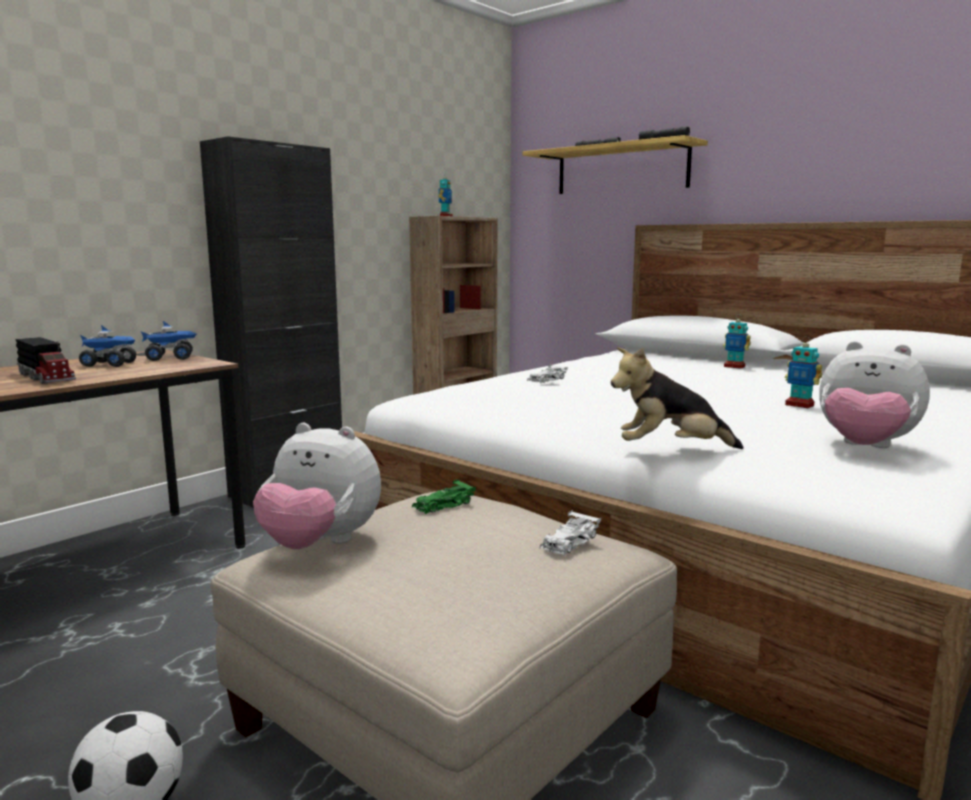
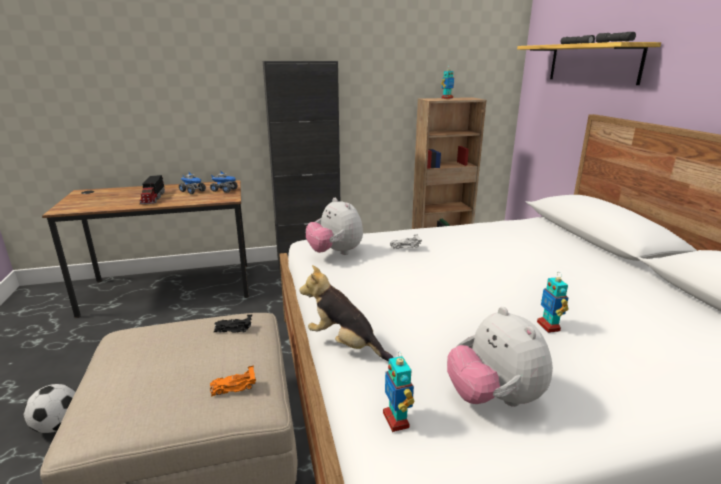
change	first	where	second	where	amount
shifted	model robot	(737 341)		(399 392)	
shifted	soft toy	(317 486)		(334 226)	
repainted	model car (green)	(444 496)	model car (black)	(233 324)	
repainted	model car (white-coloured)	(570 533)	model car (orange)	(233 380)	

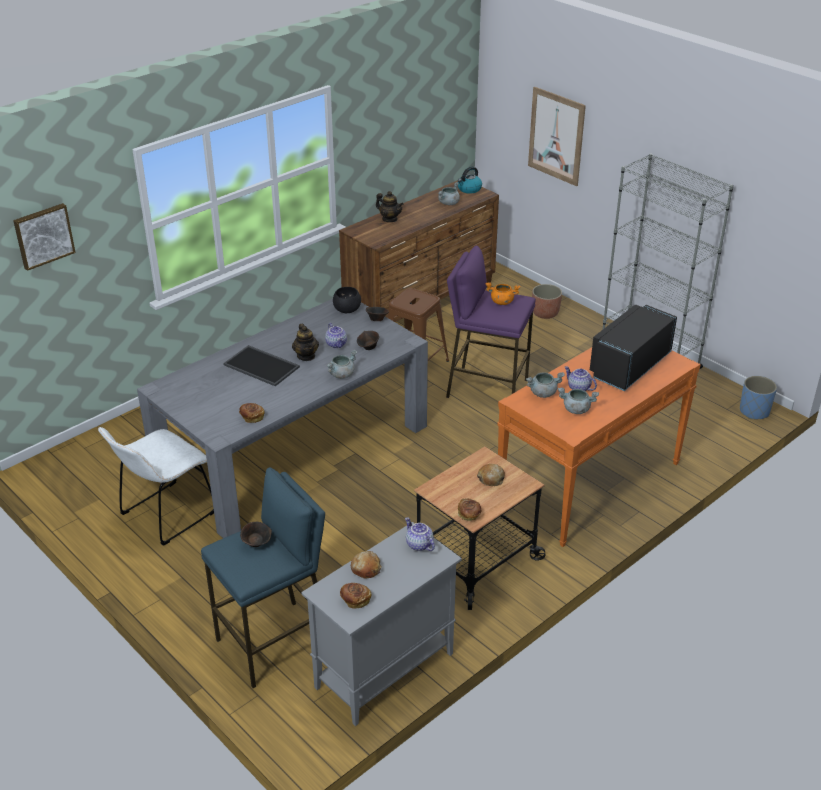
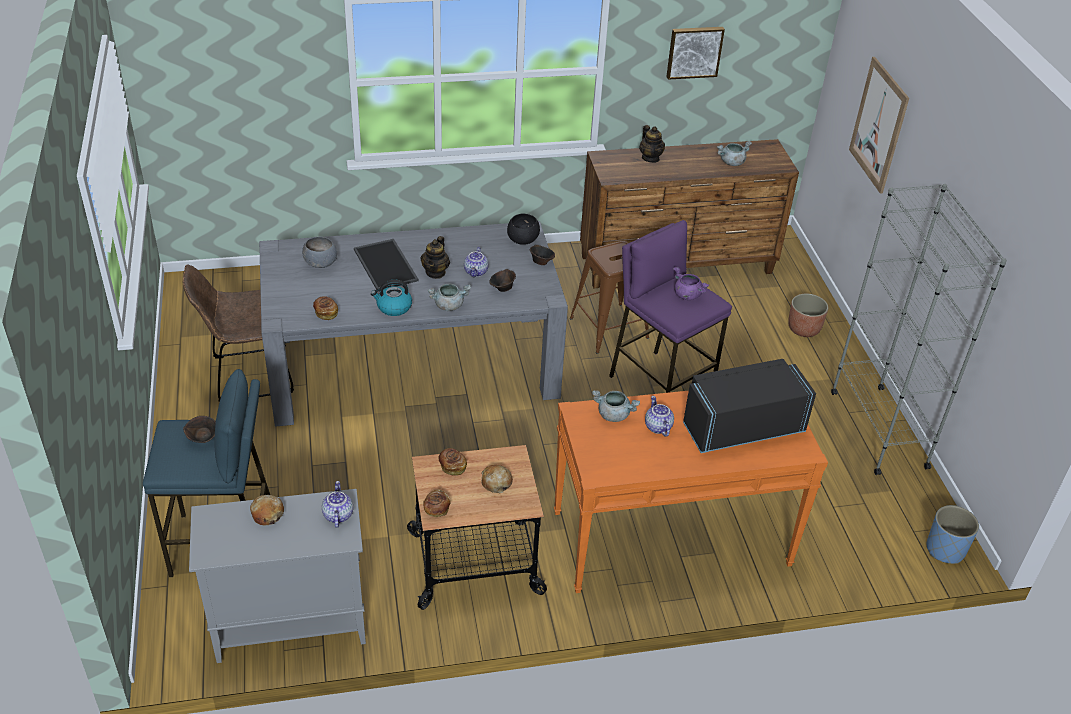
change	first	where	second	where	amount
shifted	tea kettle	(469 180)		(391 298)	
shifted	wall art	(44 237)		(695 53)	
repainted	cooking pot (orange)	(503 293)	cooking pot (purple)	(691 283)	
gone	cooking pot (greyish)	(578 400)			
repainted	chair (white-coloured)	(156 486)	chair (brown-coloured)	(238 333)	
shifted	bakery bread	(356 595)		(452 462)	
new			bowl (greyish)	(319 252)	

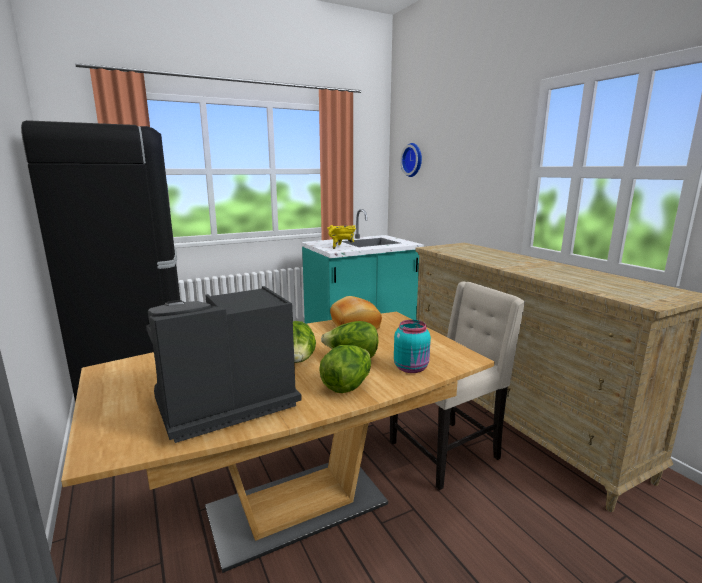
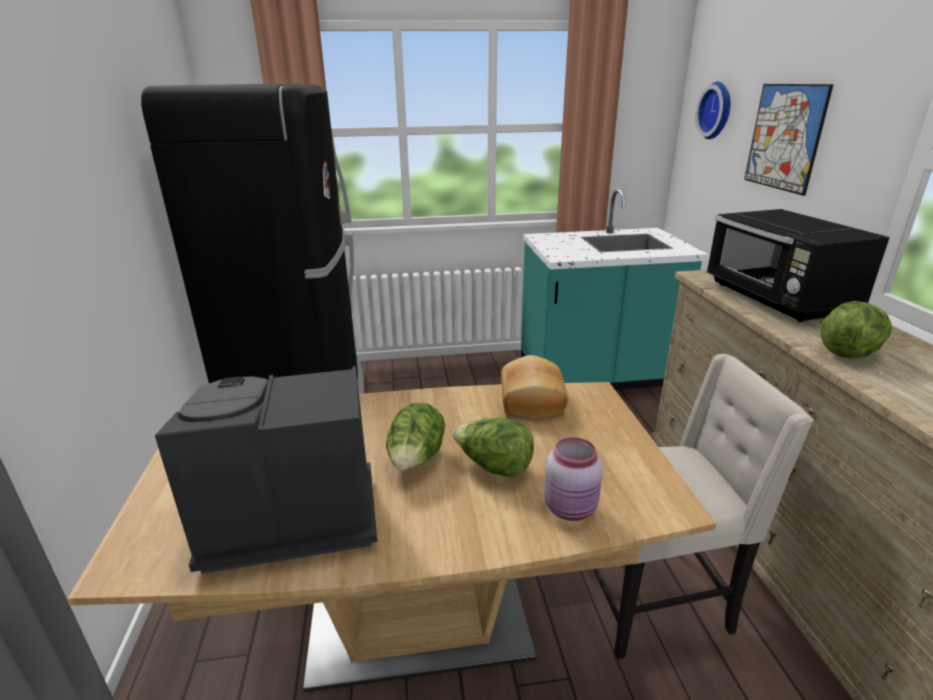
change	first	where	second	where	amount
gone	cooking pot (yellow)	(341 237)			
repainted	storage jar (turquoise-coloured)	(412 346)	storage jar (pinkish)	(573 479)	
shifted	head of lettuce	(345 369)		(856 329)	
new			wall art	(789 140)	
new			microwave (black)	(798 265)	

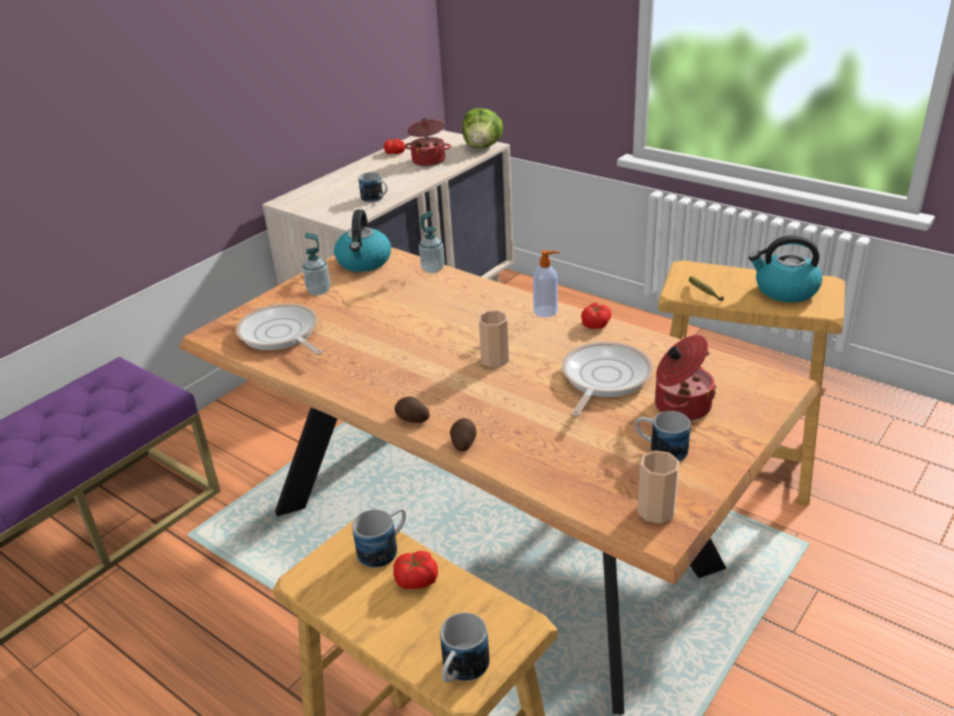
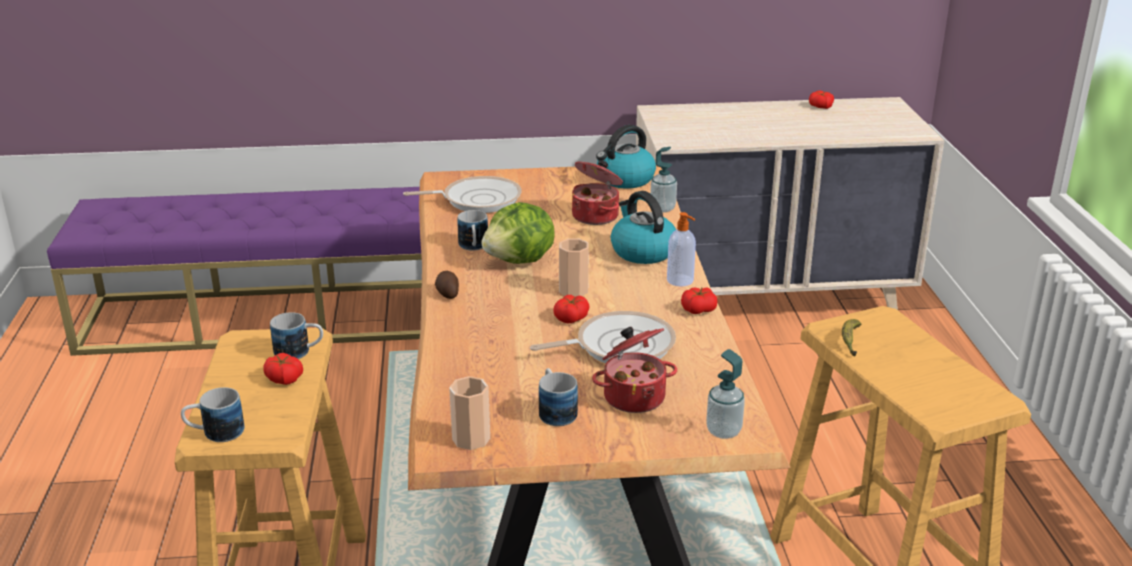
change	first	where	second	where	amount
shifted	head of lettuce	(483 128)		(518 233)	
shifted	cooking pot	(427 142)		(597 192)	
shifted	tea mug	(373 187)		(472 230)	
shifted	soap bottle	(316 264)		(725 394)	
shifted	tea kettle	(785 269)		(643 227)	
rotated	frying pan	(279 329)		(462 194)	75 degrees clockwise
gone	whole potato	(463 435)			
new			tomato	(571 309)	

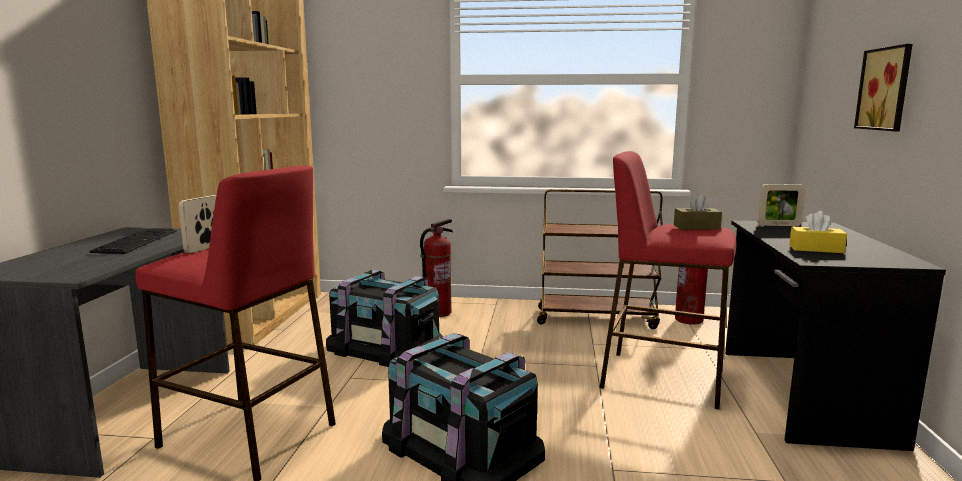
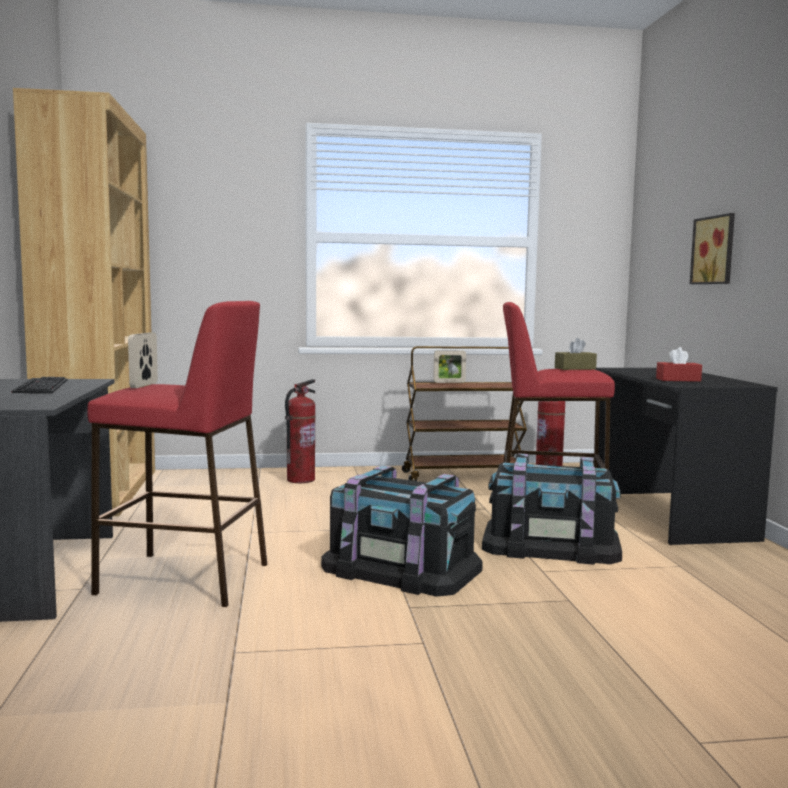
change	first	where	second	where	amount
shifted	photo frame	(781 205)		(449 366)	
repainted	box of tissues (yellow)	(818 232)	box of tissues (red)	(679 364)	
shifted	storage box (black)	(384 318)		(552 509)	

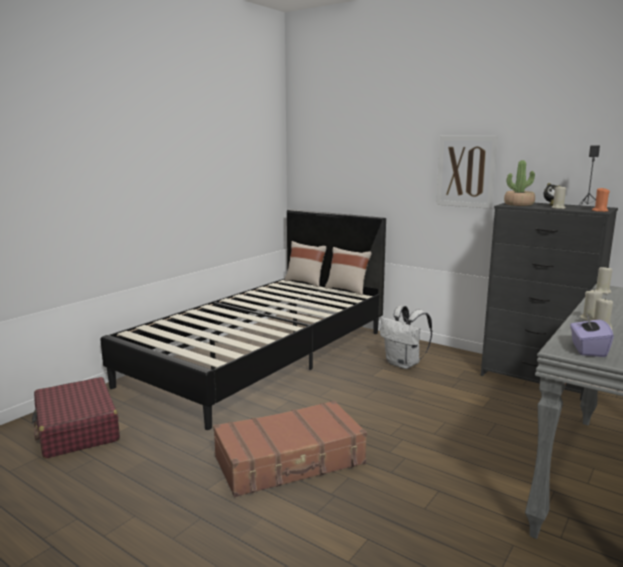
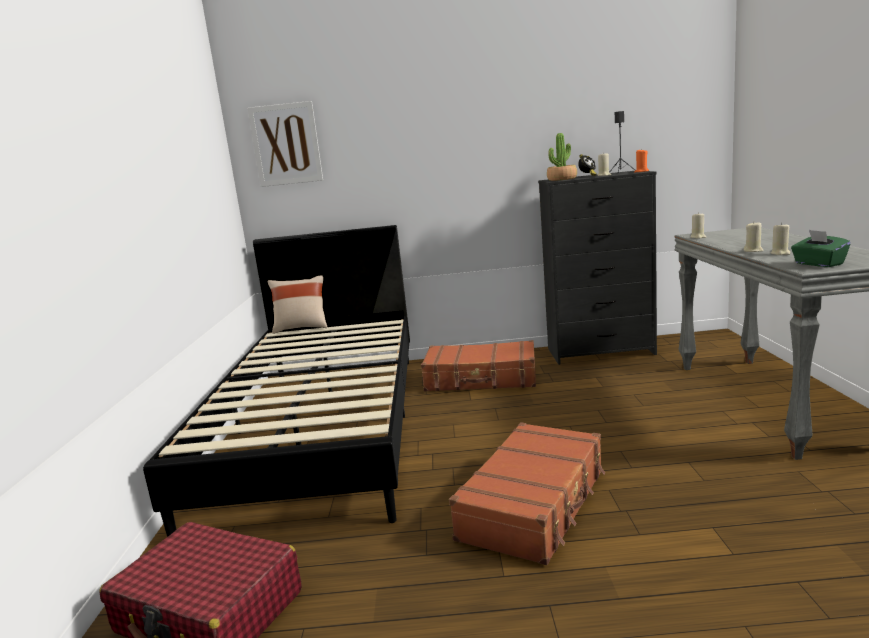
change	first	where	second	where	amount
shifted	wall art	(467 172)		(285 144)	
gone	throw pillow (beige)	(348 271)			
swapped	knapsack (white-coloured)	(406 337)	suitcase (brown-coloured)	(478 365)	
repainted	box of tissues (purple)	(592 335)	box of tissues (green)	(821 248)	

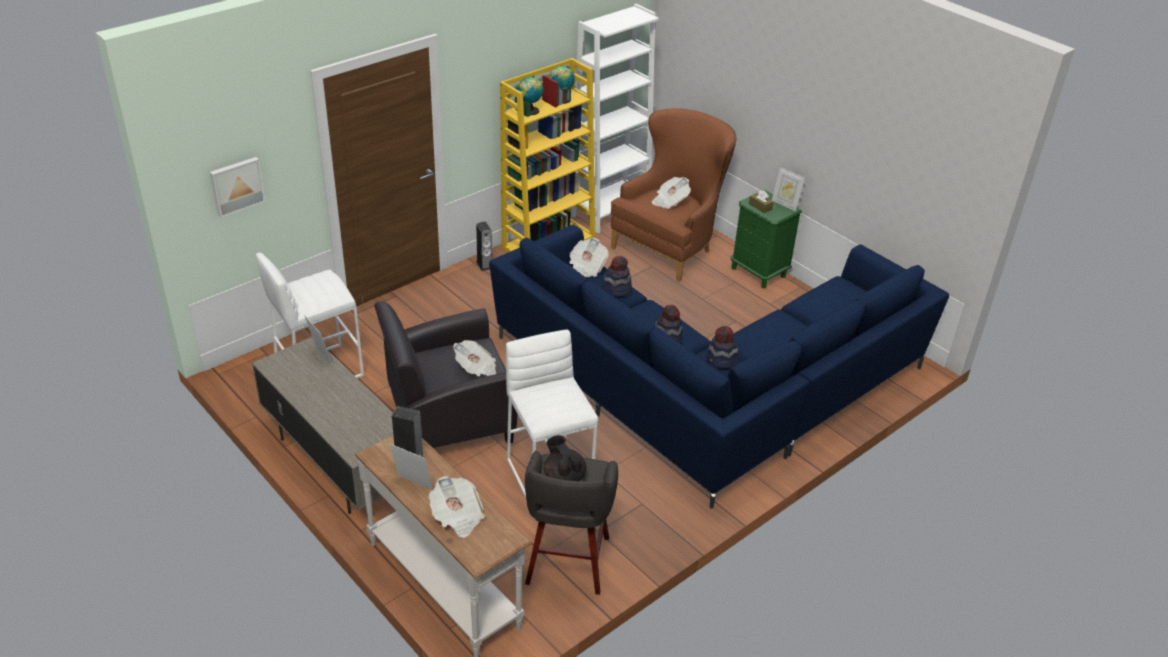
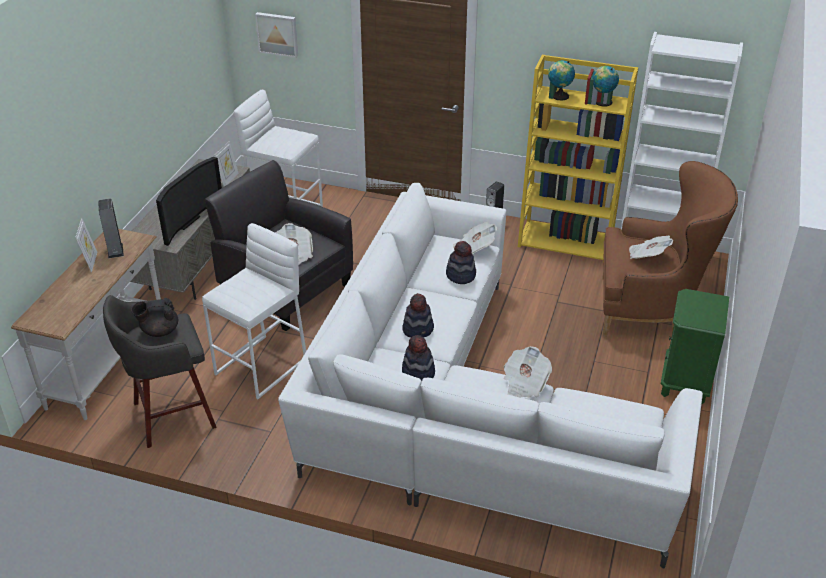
change	first	where	second	where	amount
gone	photo frame	(788 189)			
gone	box of tissues (brown-coloured)	(761 201)			
repainted	sofa (blue)	(719 366)	sofa (white-coloured)	(490 375)	
rotated	pot for tea (black)	(565 458)		(154 317)	135 degrees counterclockwise
shifted	daily paper	(457 507)		(527 372)	
new			TV set	(189 201)	

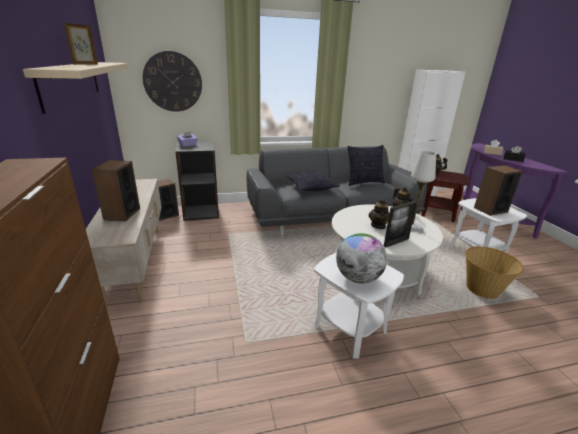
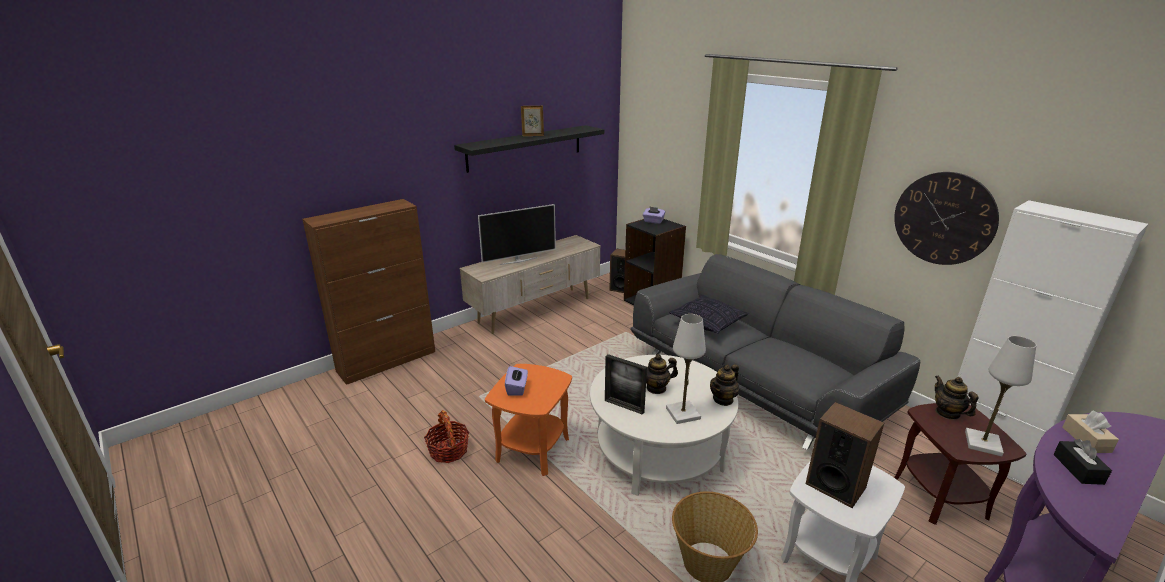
change	first	where	second	where	amount
shifted	wall clock	(172 81)		(946 218)	
repainted	shelf (beige)	(75 88)	shelf (black)	(529 149)	
gone	throw pillow	(366 165)			
swapped	loudspeaker	(115 190)	TV set	(517 234)	
swapped	globe	(361 258)	box of tissues (purple)	(516 381)	
repainted	end table (white-coloured)	(359 305)	end table (orange)	(528 420)	
new			lamp for a table (white-coloured)	(1000 396)	
new			basket	(446 436)	

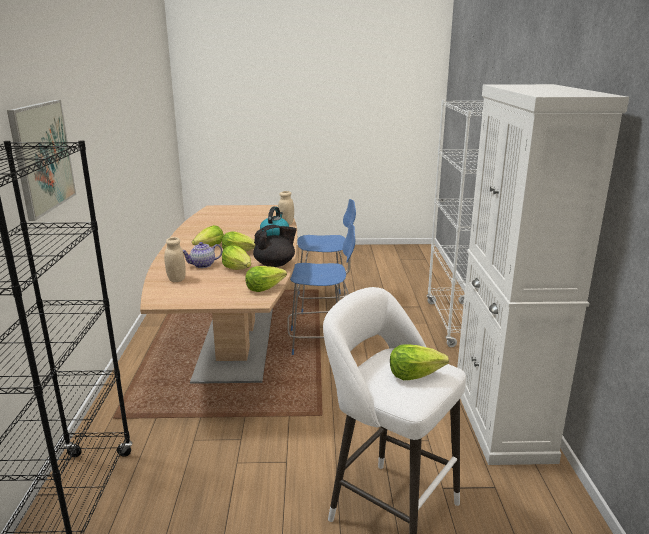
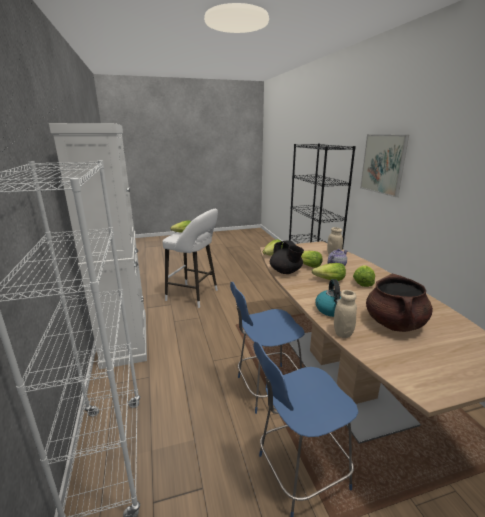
change	first	where	second	where	amount
rotated	pot for tea (black)	(275 246)		(287 257)	75 degrees counterclockwise
new			cooking pot (brown-coloured)	(399 303)	

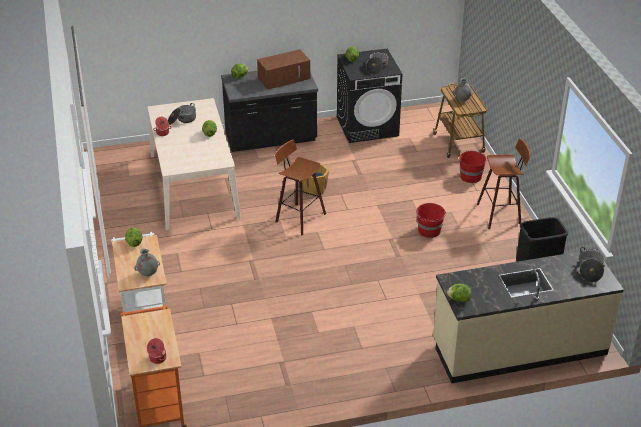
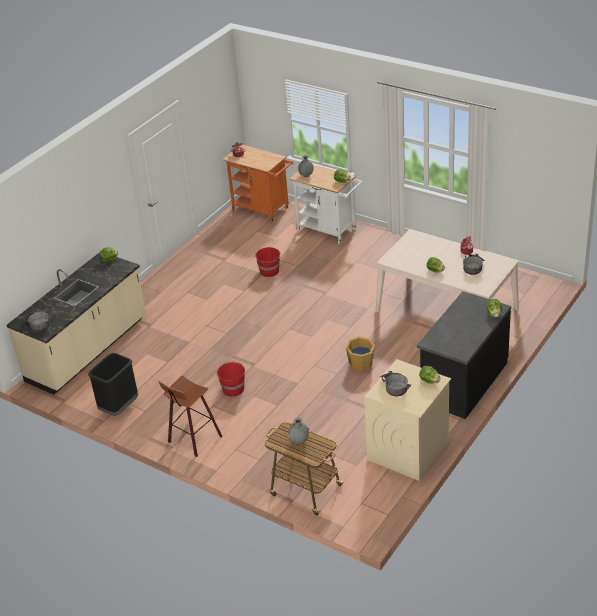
change	first	where	second	where	amount
gone	microwave (brown-coloured)	(283 69)			
repainted	washing machine (black)	(369 96)	washing machine (beige)	(407 420)	
gone	sitting stool	(300 188)			
shifted	pail (red)	(473 166)		(268 262)	

